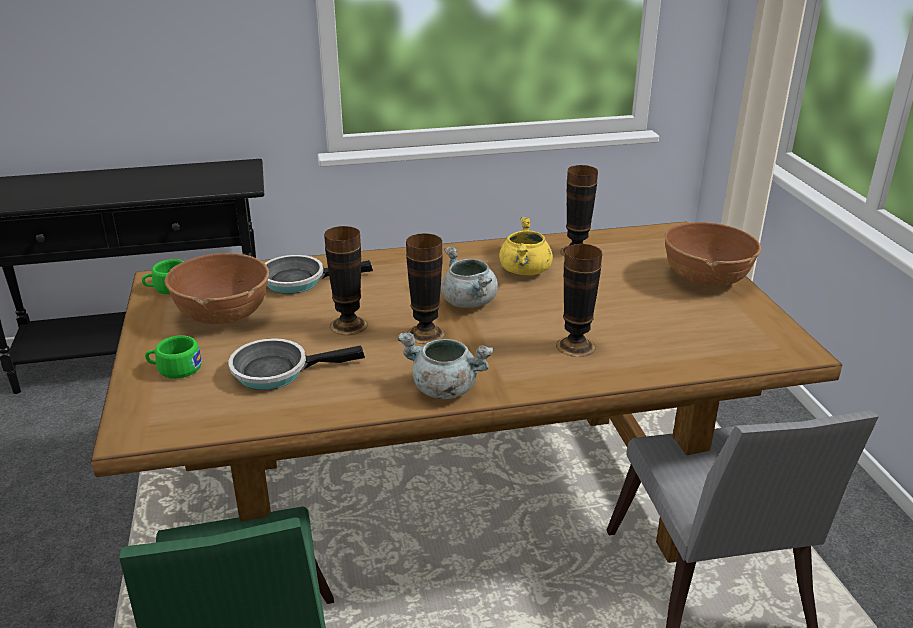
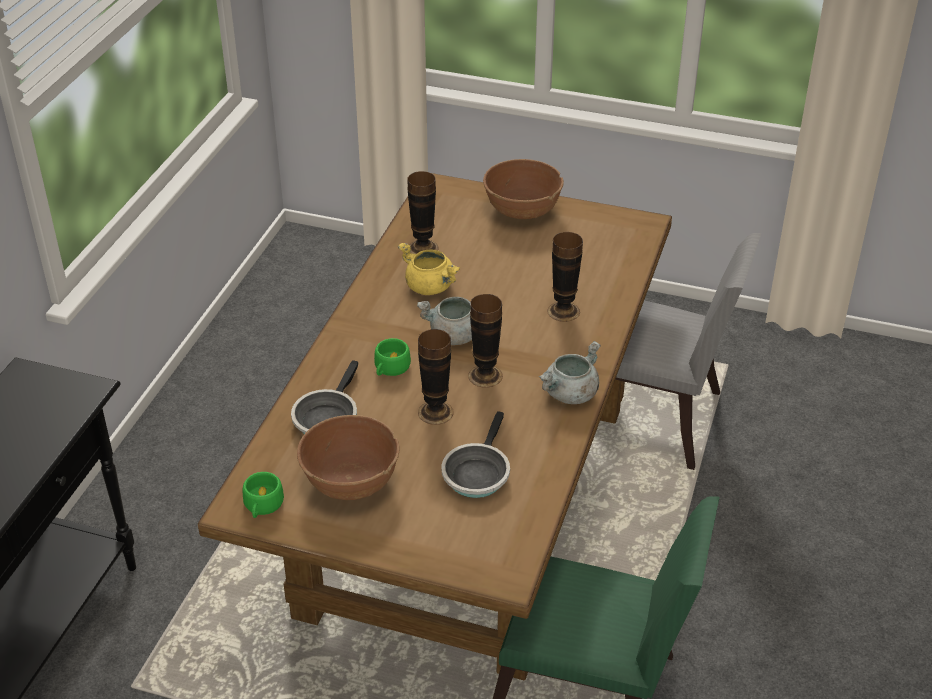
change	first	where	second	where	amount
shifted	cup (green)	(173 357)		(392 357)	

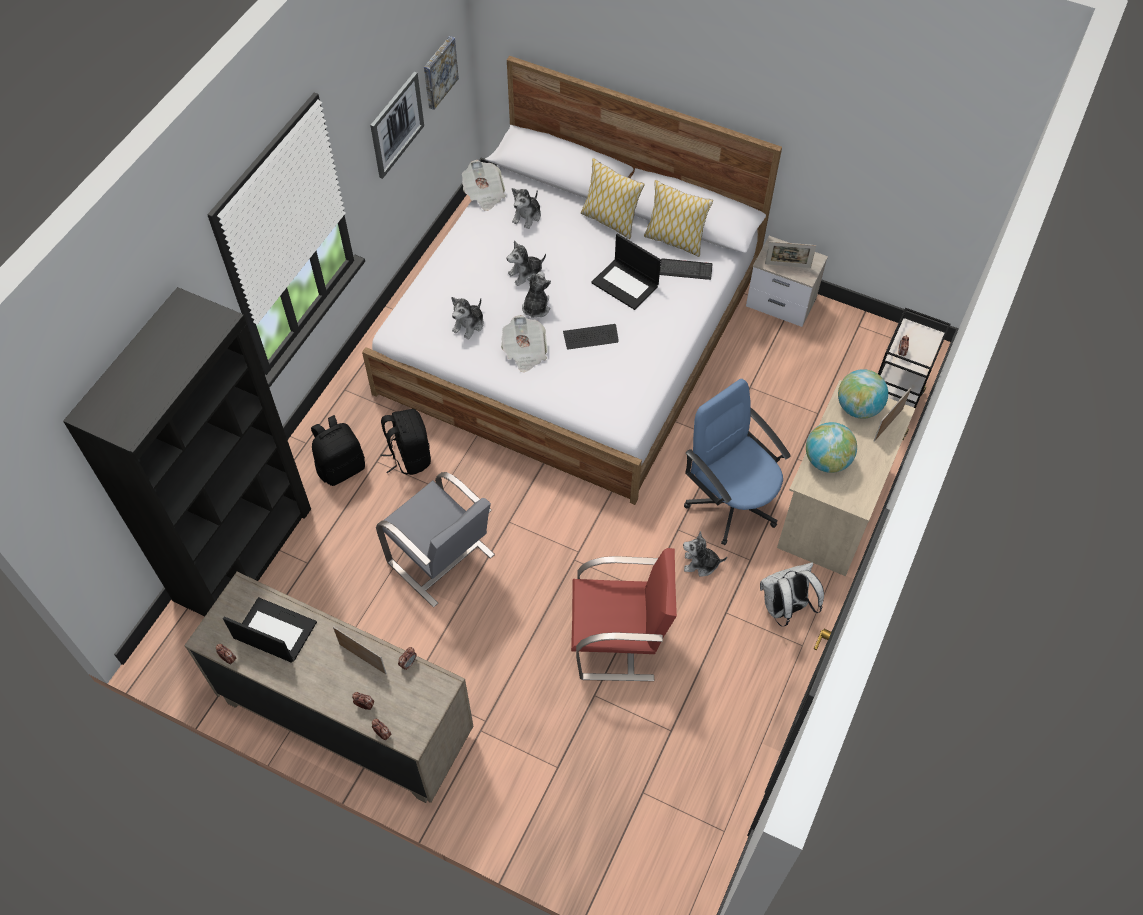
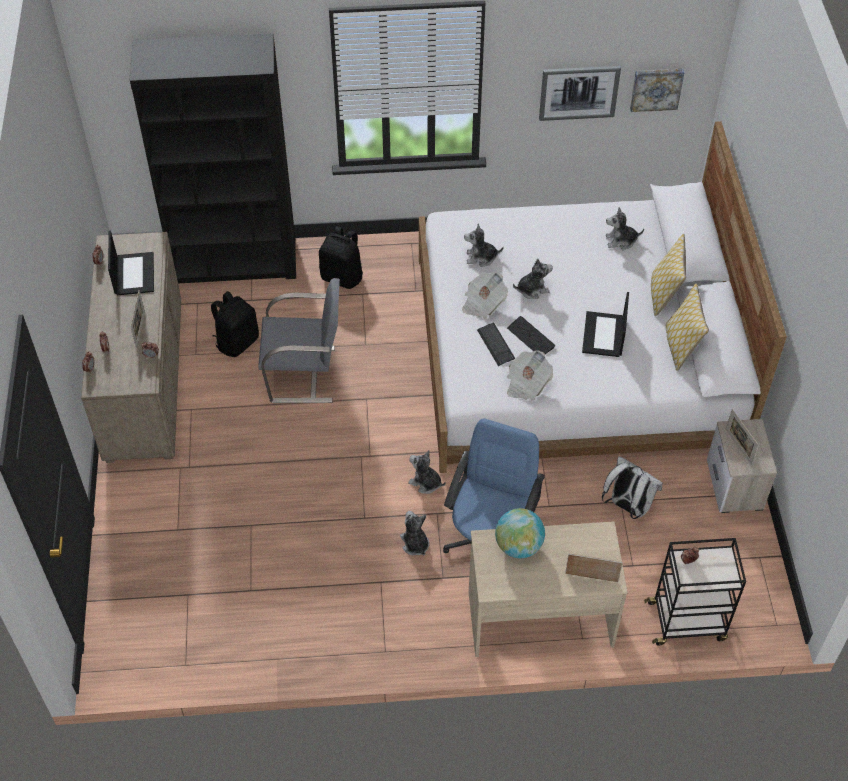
change	first	where	second	where	amount
shifted	daily paper	(484 185)		(530 376)	
shifted	soft toy	(526 263)		(427 472)	
shifted	PC keyboard	(686 269)		(496 344)	
gone	globe	(863 394)			
shifted	knapsack (black)	(405 442)		(235 324)	
rotated	chair (greyish)	(435 539)		(299 340)	105 degrees counterclockwise
gone	chair (red)	(624 614)			
shifted	knapsack (white-coloured)	(792 594)		(632 487)	

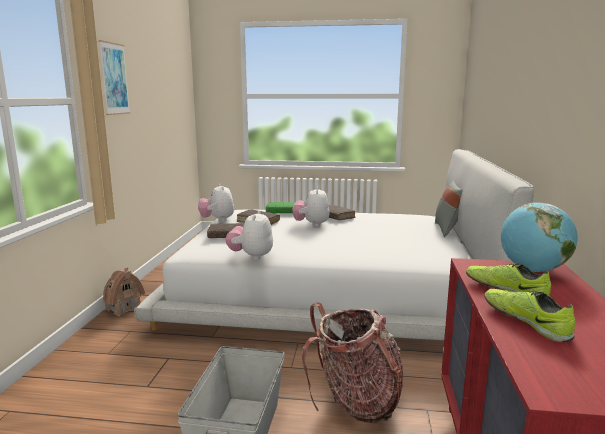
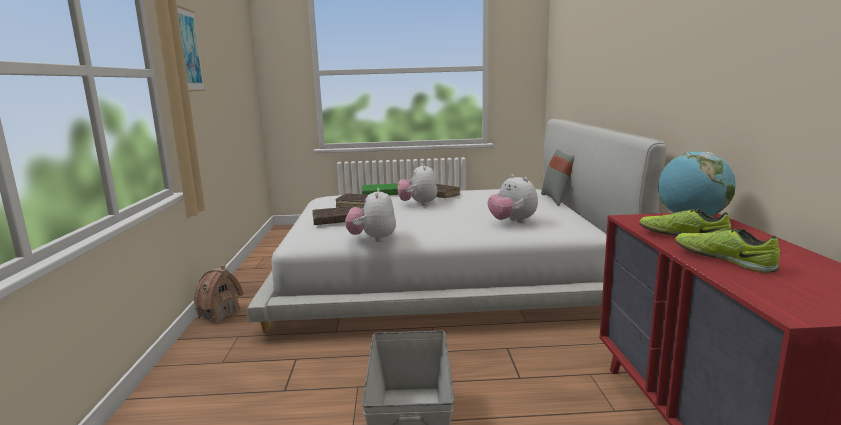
change	first	where	second	where	amount
shifted	soft toy	(216 202)		(513 198)	
gone	knapsack	(352 362)			

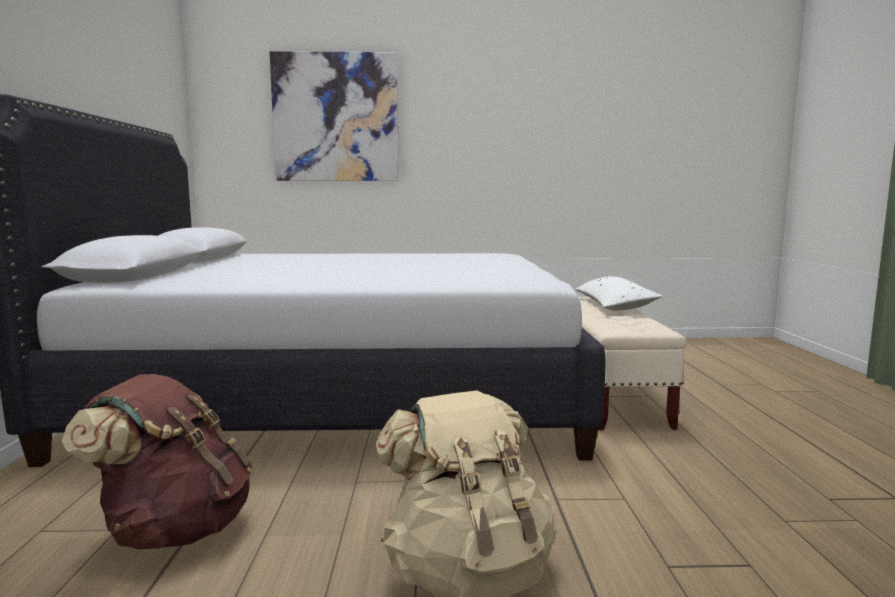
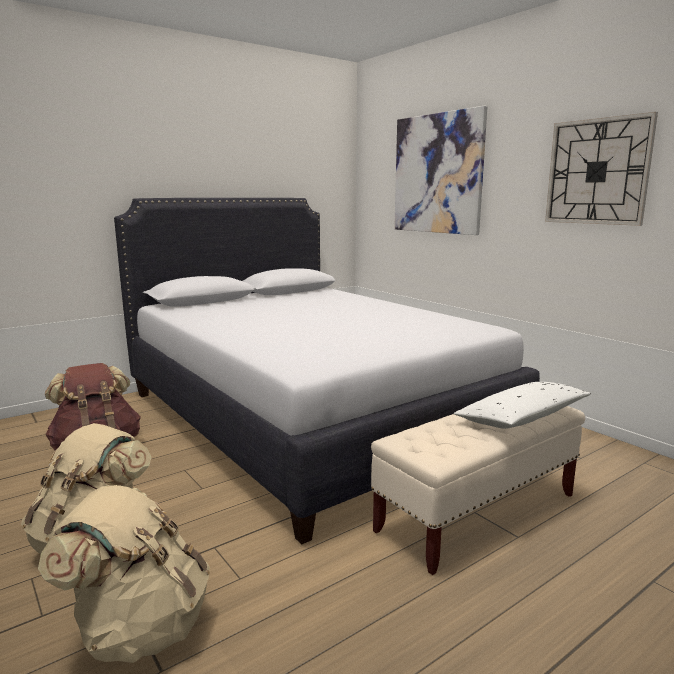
change	first	where	second	where	amount
new			wall clock	(601 169)	
new			knapsack (beige)	(124 574)	

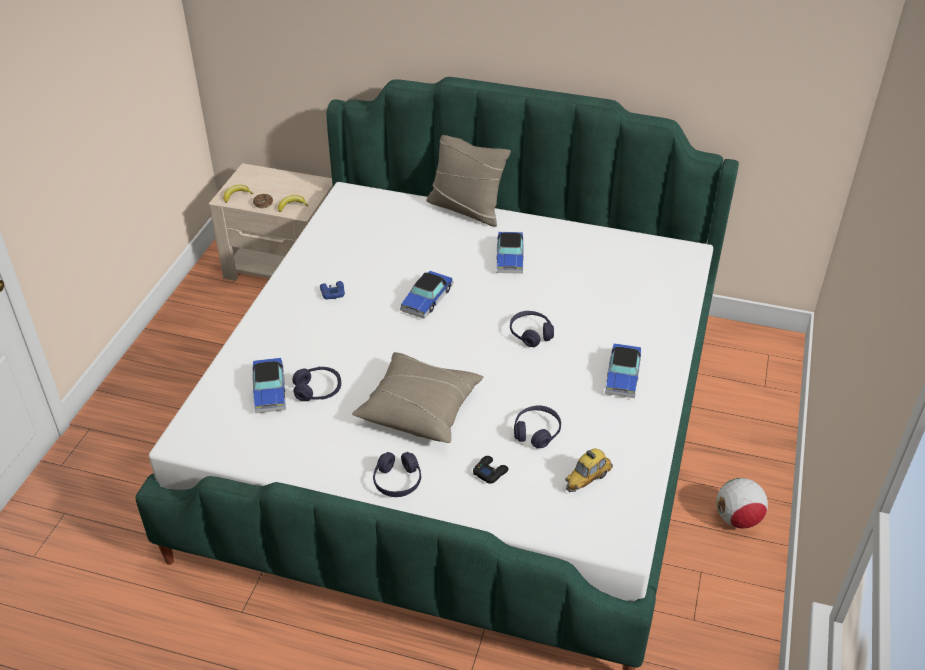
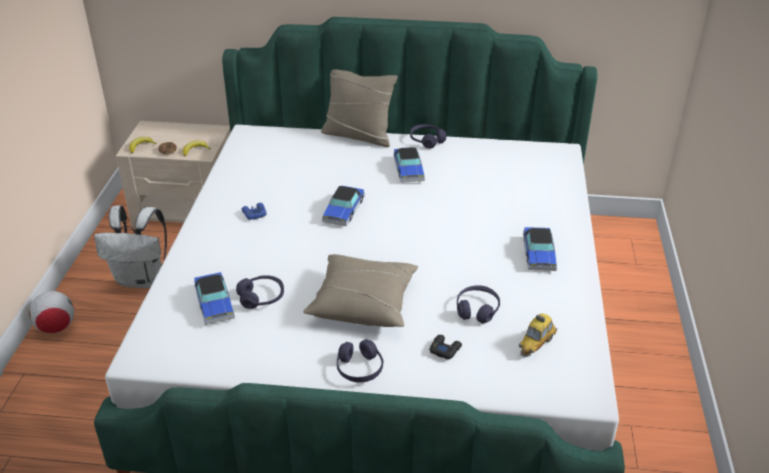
change	first	where	second	where	amount
shifted	headphones (purple)	(532 329)		(428 136)	
shifted	ball for football	(742 503)		(51 312)	
new			knapsack (white-coloured)	(130 246)	

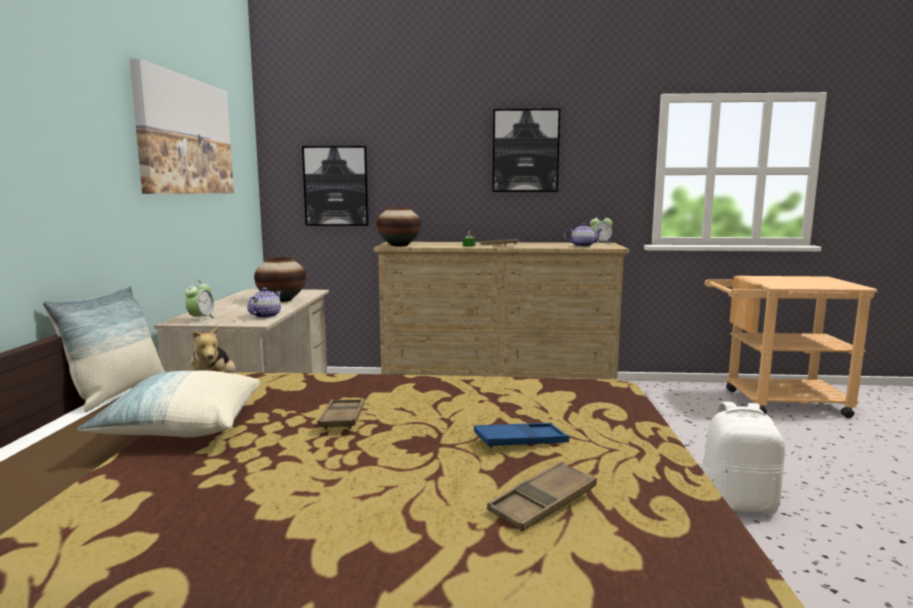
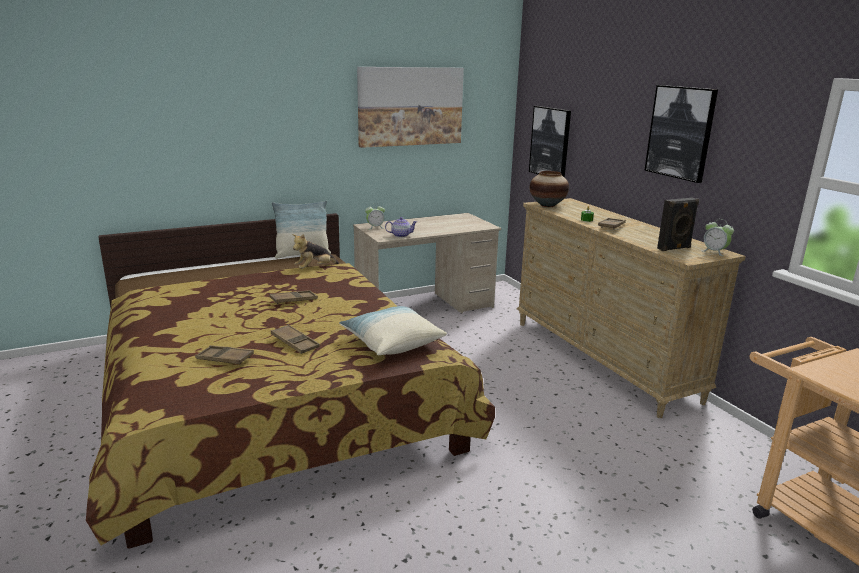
change	first	where	second	where	amount
swapped	pot for tea	(583 235)	loudspeaker (black)	(678 224)	
gone	decorative vase	(280 279)			
shifted	throw pillow	(168 404)		(393 330)	
gone	knapsack (white-coloured)	(743 458)			
repainted	tray (blue)	(522 435)	tray (brown-coloured)	(295 339)	

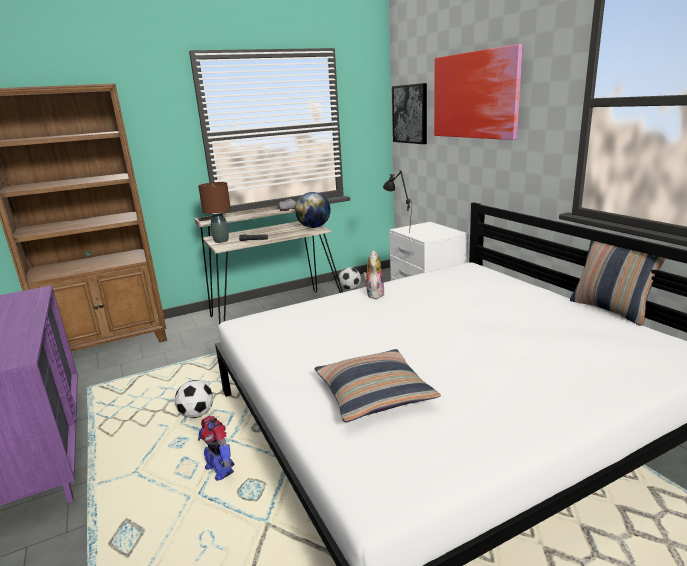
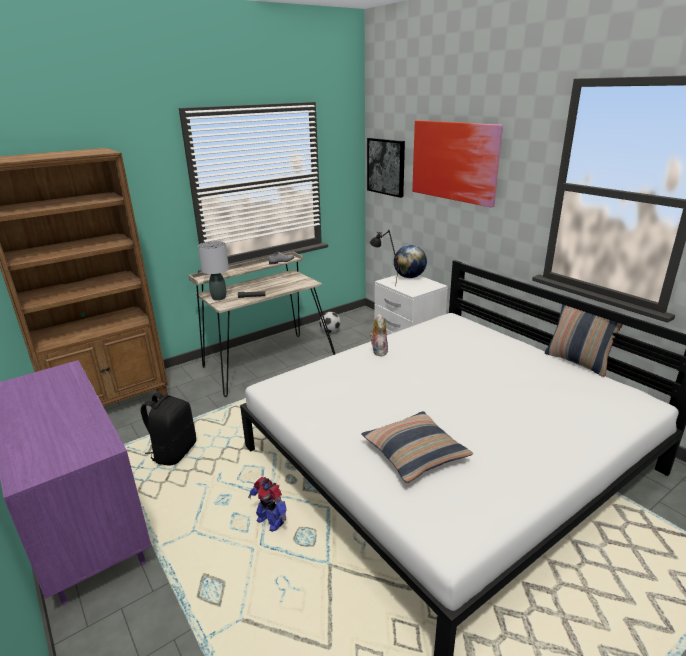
change	first	where	second	where	amount
repainted	lamp for a table (brown-coloured)	(214 212)	lamp for a table (greyish)	(213 271)	
shifted	globe	(313 210)		(410 261)	
gone	ball for football	(194 399)			
new			knapsack (black)	(168 429)	

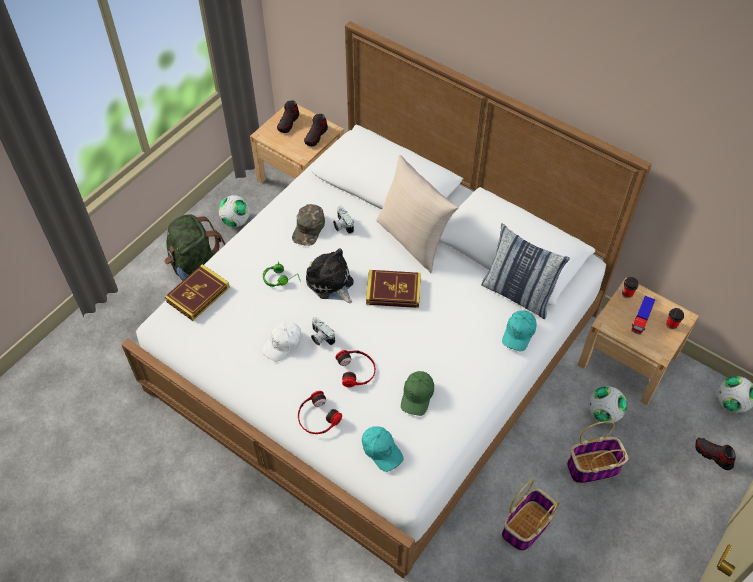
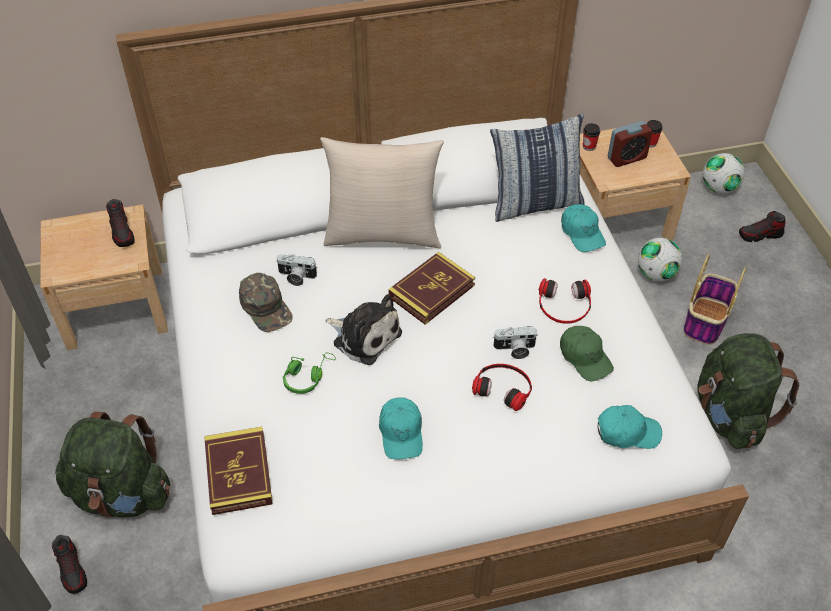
change	first	where	second	where	amount
shifted	low shoe	(288 116)		(69 564)	
gone	ball for football	(235 211)			
rotated	soft toy	(330 276)		(363 329)	150 degrees counterclockwise
swapped	toy lorry	(643 315)	alarm clock	(630 144)	
shifted	still camera	(323 331)		(515 342)	
repainted	cap (white-coloured)	(282 342)	cap (turquoise-coloured)	(401 428)	
shifted	headphones	(320 412)		(565 300)	
swapped	basket	(531 515)	knapsack (green)	(748 391)	

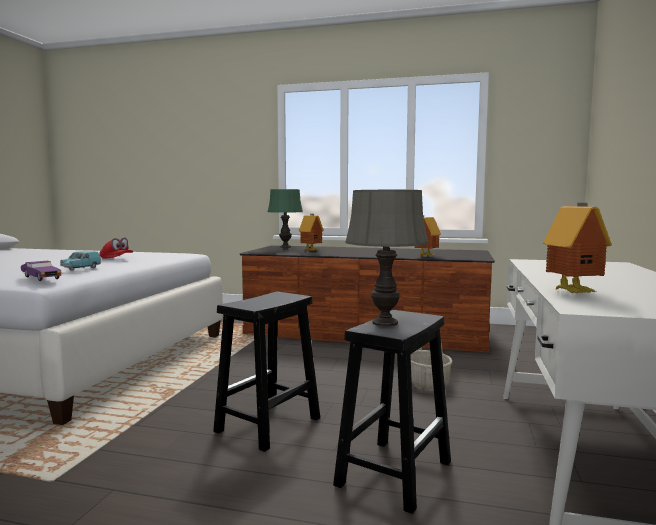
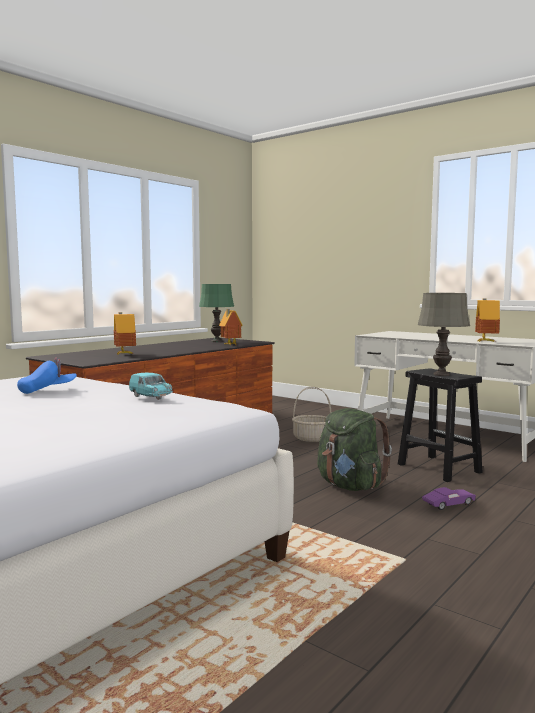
change	first	where	second	where	amount
shifted	lamp for a table (green)	(285 218)		(216 313)	
repainted	cap (red)	(116 248)	cap (blue)	(47 376)	
shifted	model car (purple)	(41 271)		(449 498)	
swapped	sitting stool (black)	(266 372)	knapsack (green)	(354 449)	

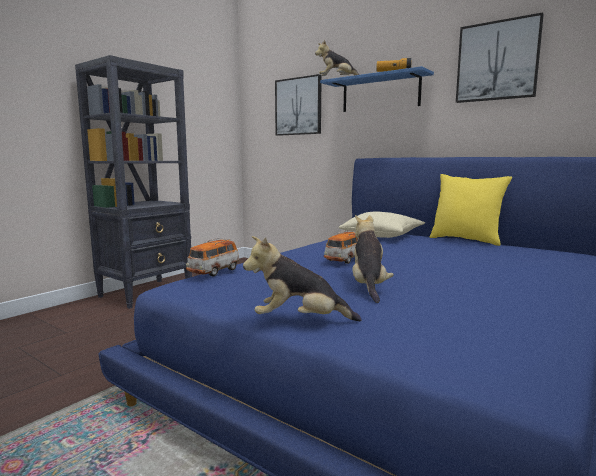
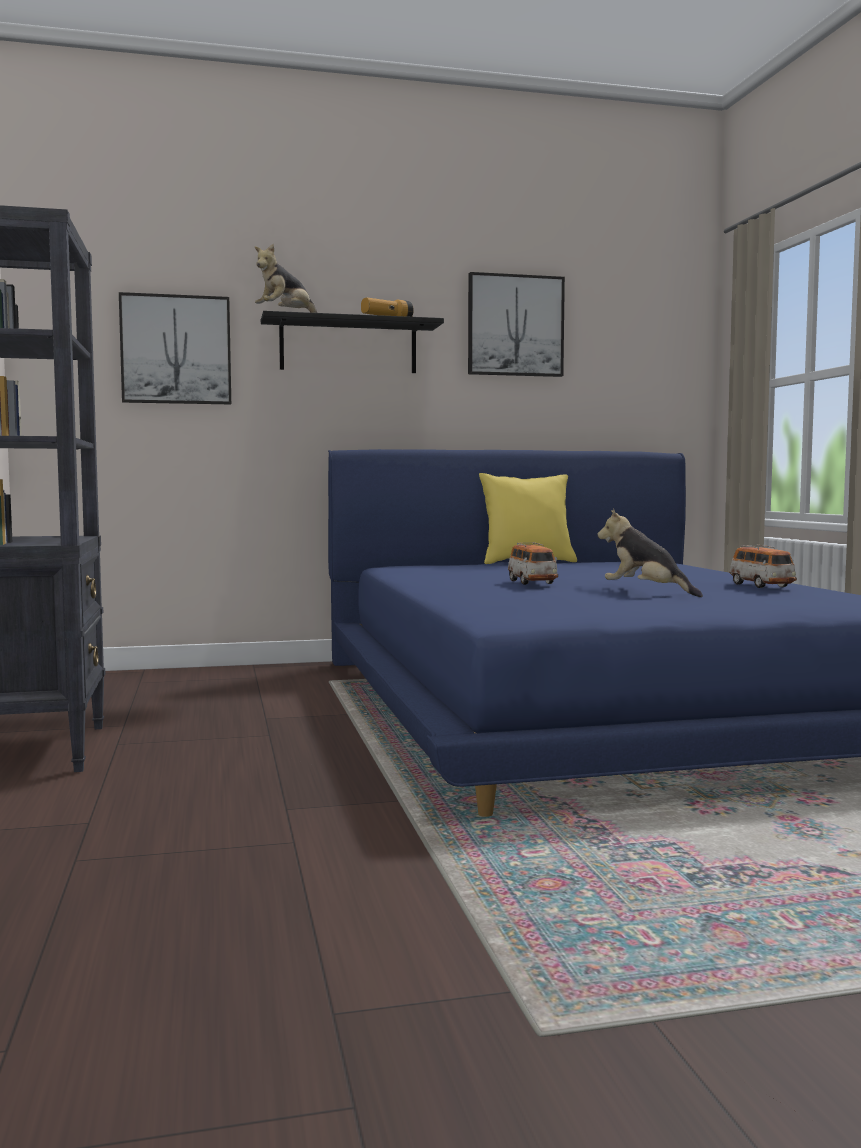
change	first	where	second	where	amount
repainted	shelf (blue)	(377 89)	shelf (black)	(352 342)	
gone	throw pillow (beige)	(382 224)			
gone	soft toy	(302 278)			
shifted	model car	(213 257)		(763 566)	

